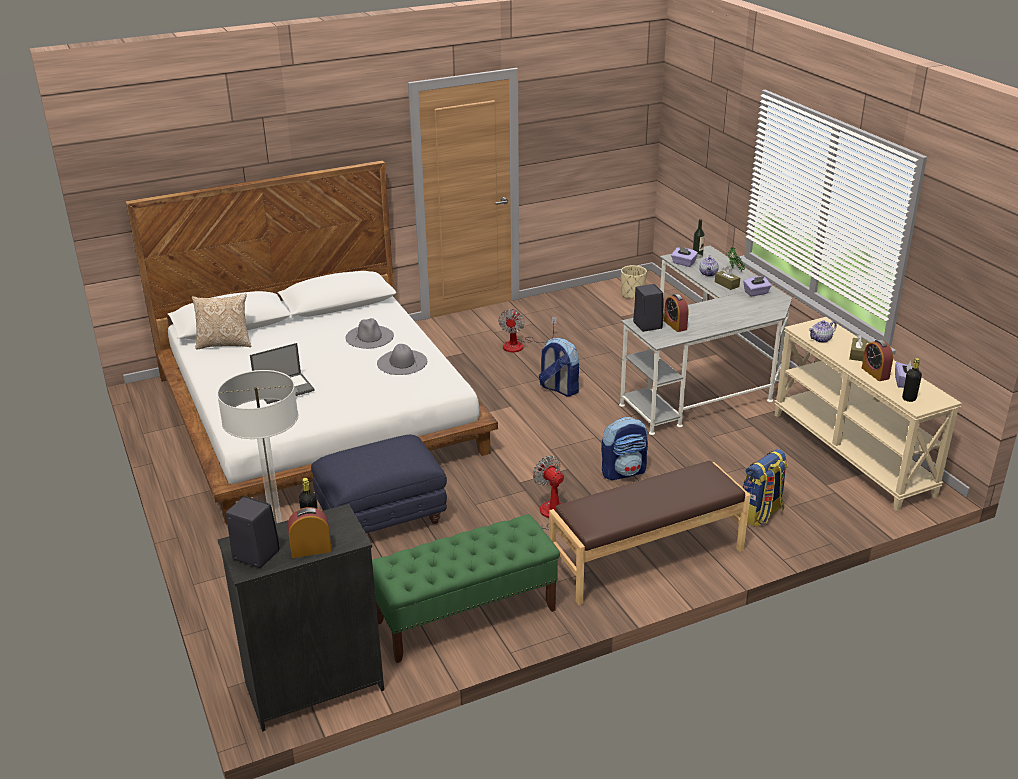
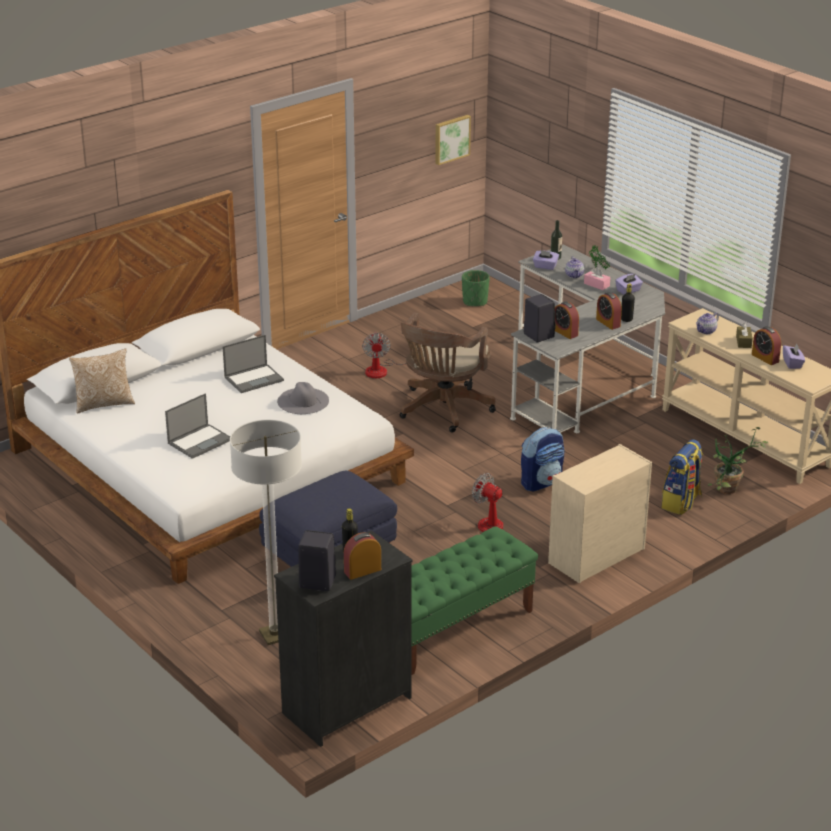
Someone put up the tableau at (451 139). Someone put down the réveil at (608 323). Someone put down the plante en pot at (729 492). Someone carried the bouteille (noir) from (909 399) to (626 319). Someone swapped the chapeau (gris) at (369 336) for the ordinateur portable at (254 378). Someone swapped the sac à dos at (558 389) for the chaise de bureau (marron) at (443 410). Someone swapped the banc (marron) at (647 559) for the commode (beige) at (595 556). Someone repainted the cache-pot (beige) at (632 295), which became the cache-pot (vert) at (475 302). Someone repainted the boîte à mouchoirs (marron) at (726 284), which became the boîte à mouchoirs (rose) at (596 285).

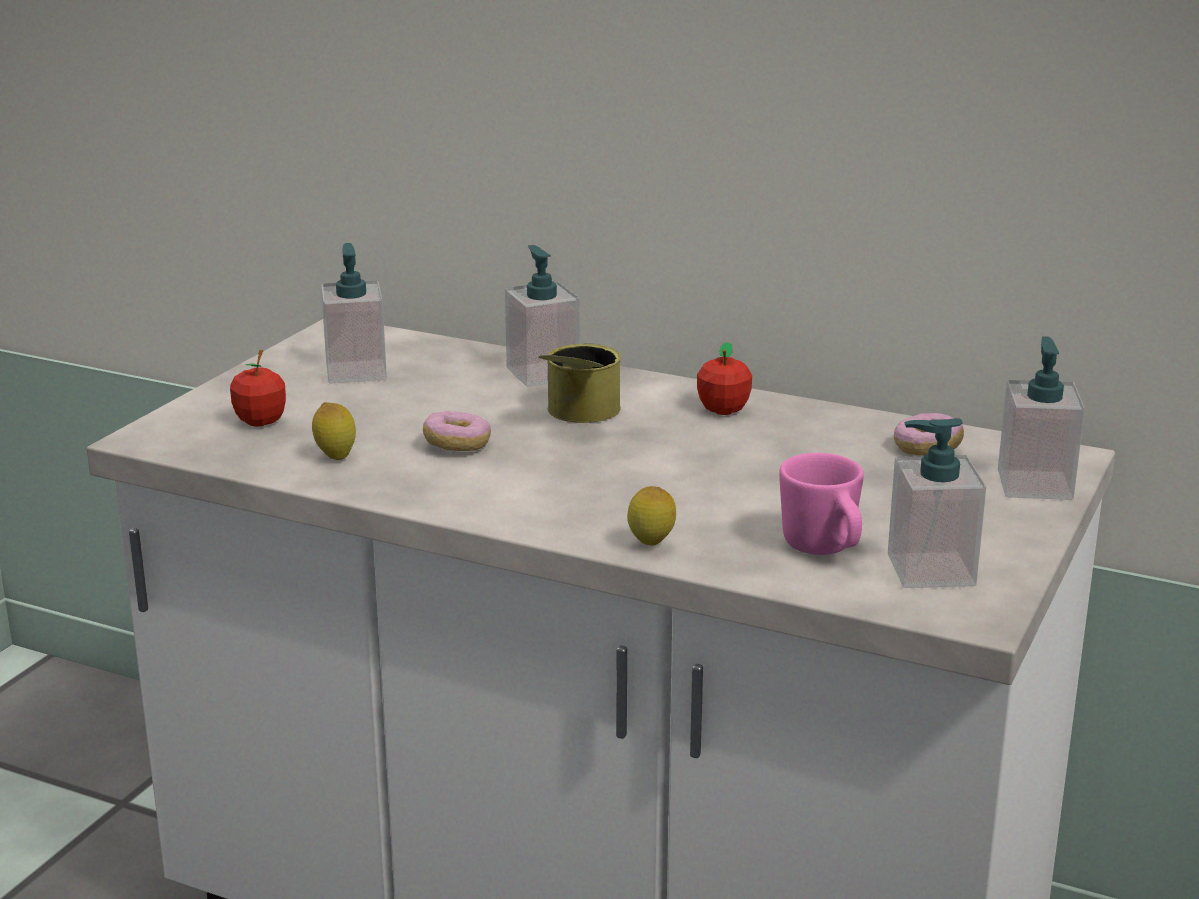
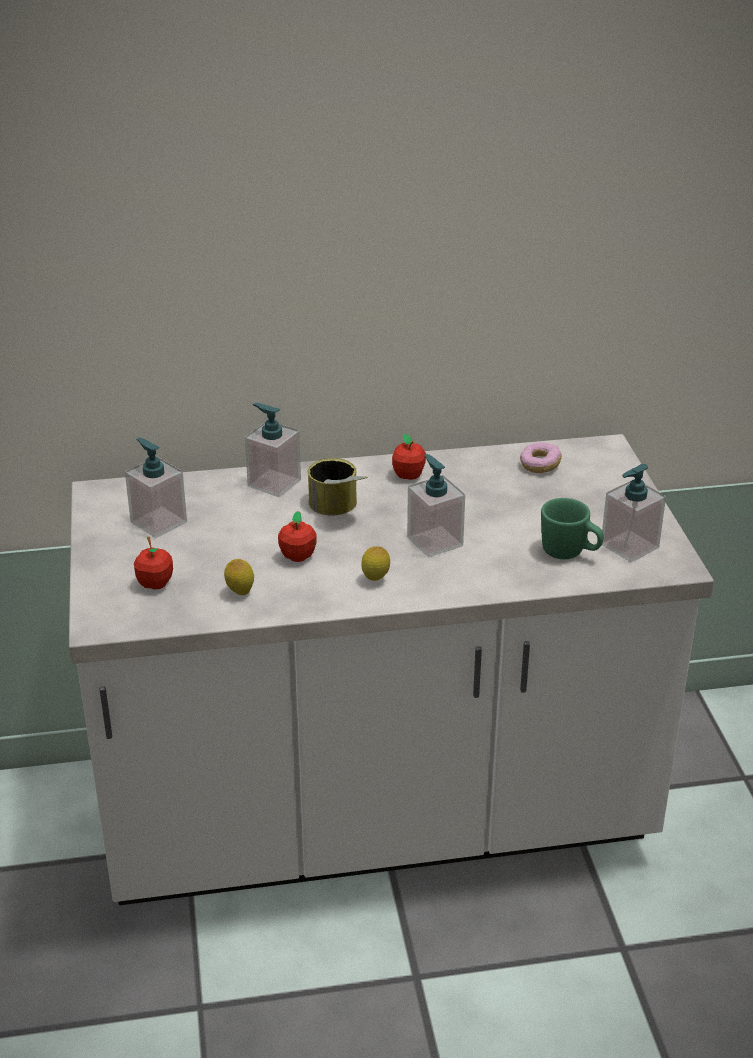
Someone carried the citron from (651 545) to (375 580). Someone carried the distributeur de savon from (1034 484) to (434 541). Someone swapped the beignet at (457 445) for the pomme at (298 556). Someone repainted the mug (rose) at (824 550), which became the mug (vert) at (570 553).

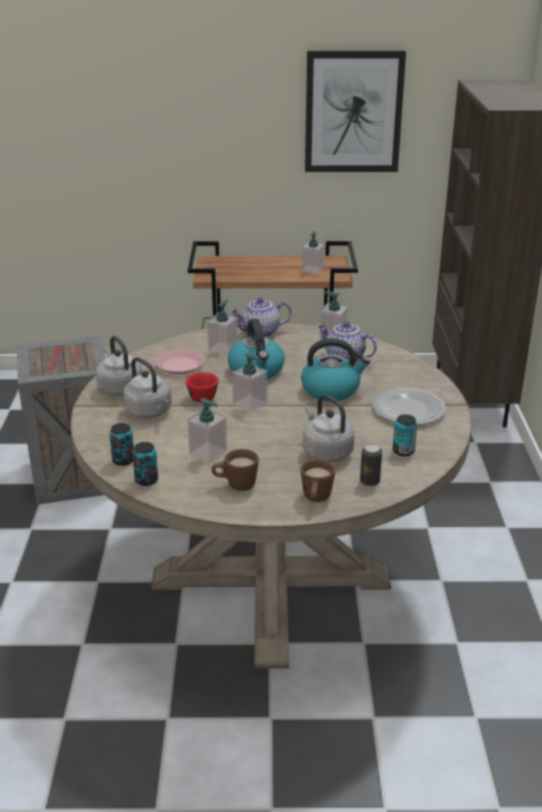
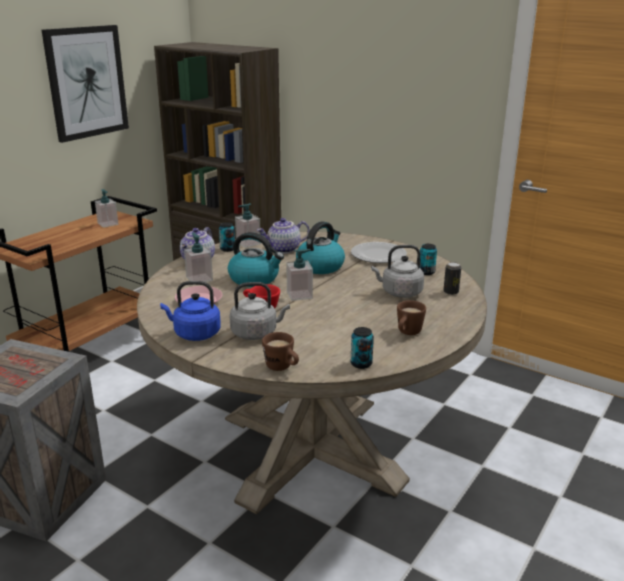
Someone took away the distributeur de savon at (208 452). Someone carried the boîte métallique from (123 460) to (227 249). Someone carried the mug (marron) from (316 499) to (282 368). Someone repainted the bouilloire (gris) at (119 388), which became the bouilloire (bleu) at (194 334).

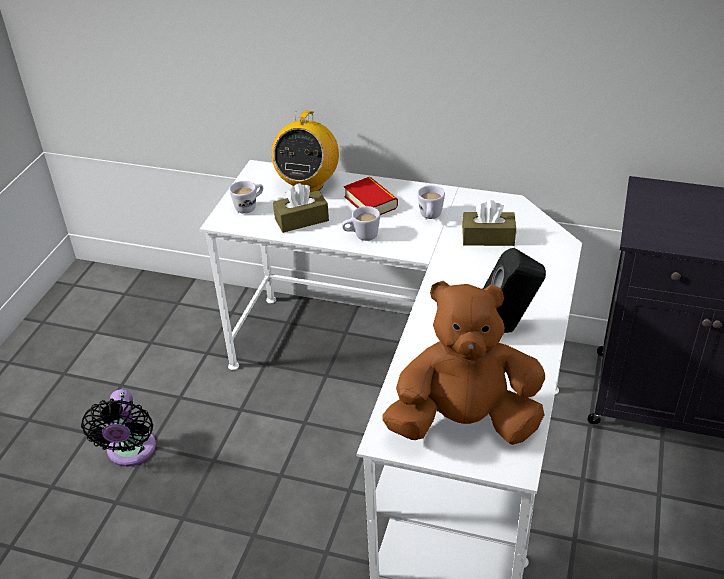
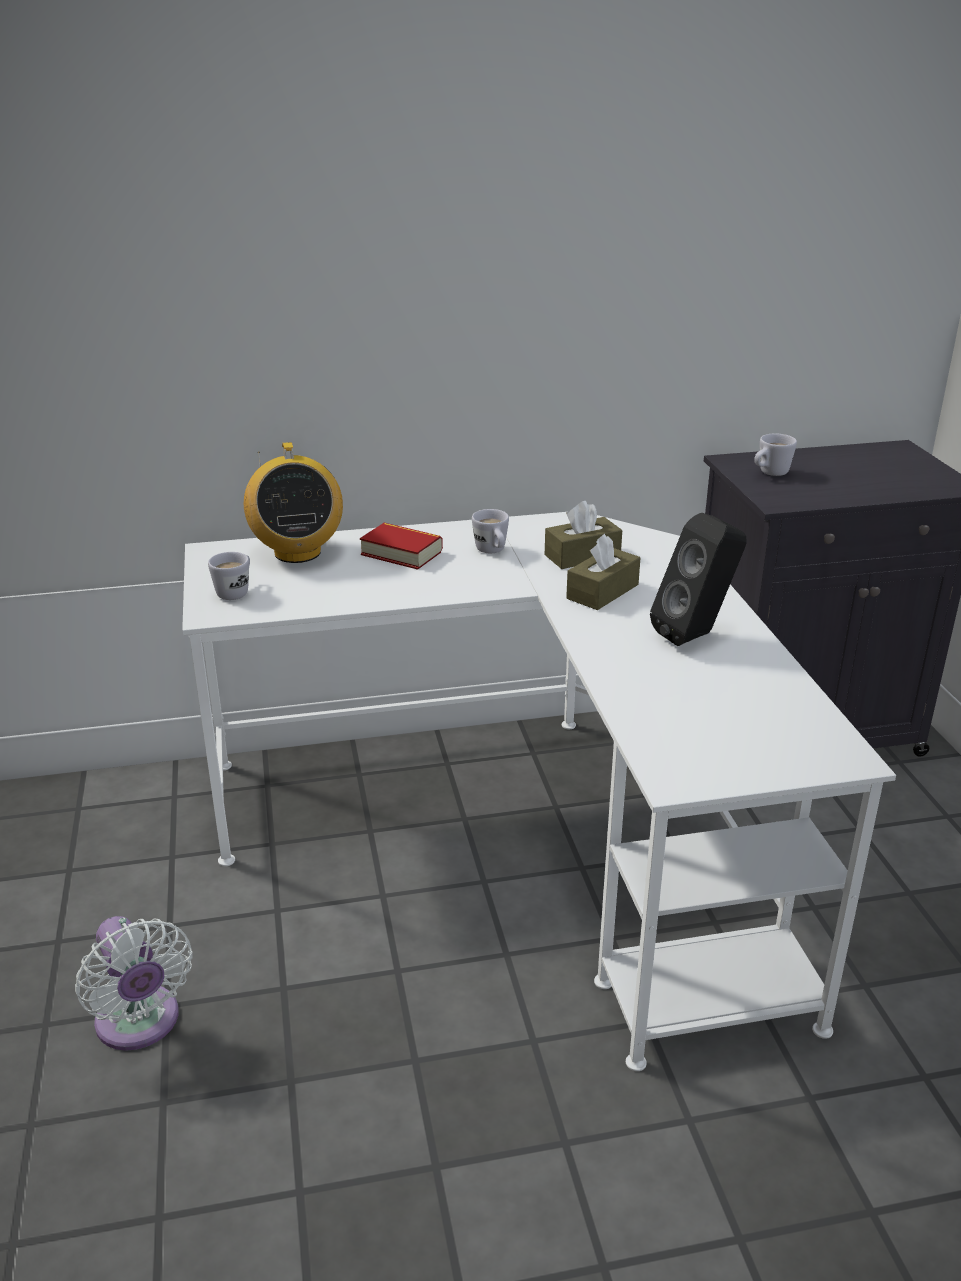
Someone took away the peluche (marron) at (464 422). Someone carried the boîte à mouchoirs (marron) from (301 220) to (602 592). Someone carried the mug (blanc) from (361 236) to (769 473). Someone repainted the ventilateur (noir) at (131 452), which became the ventilateur (blanc) at (140 1024).

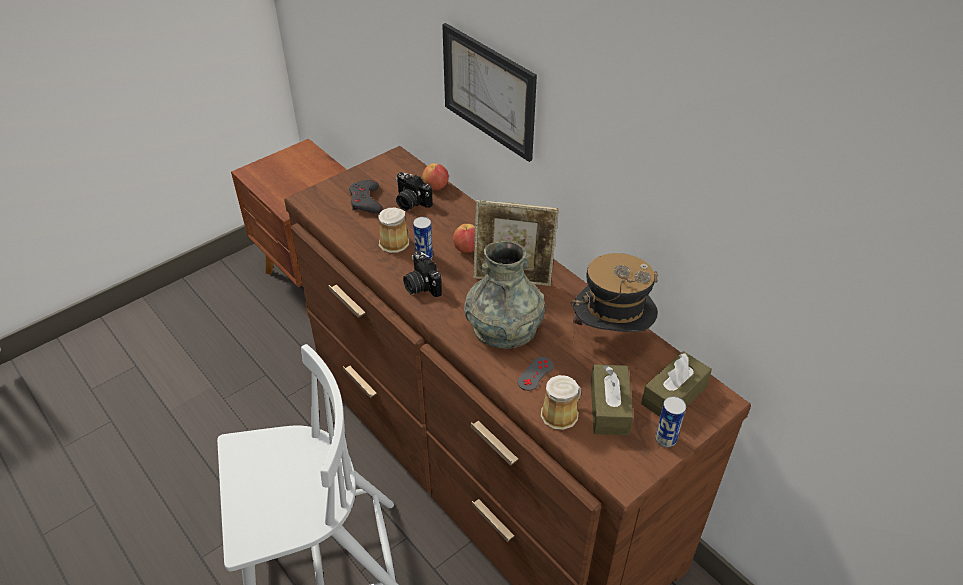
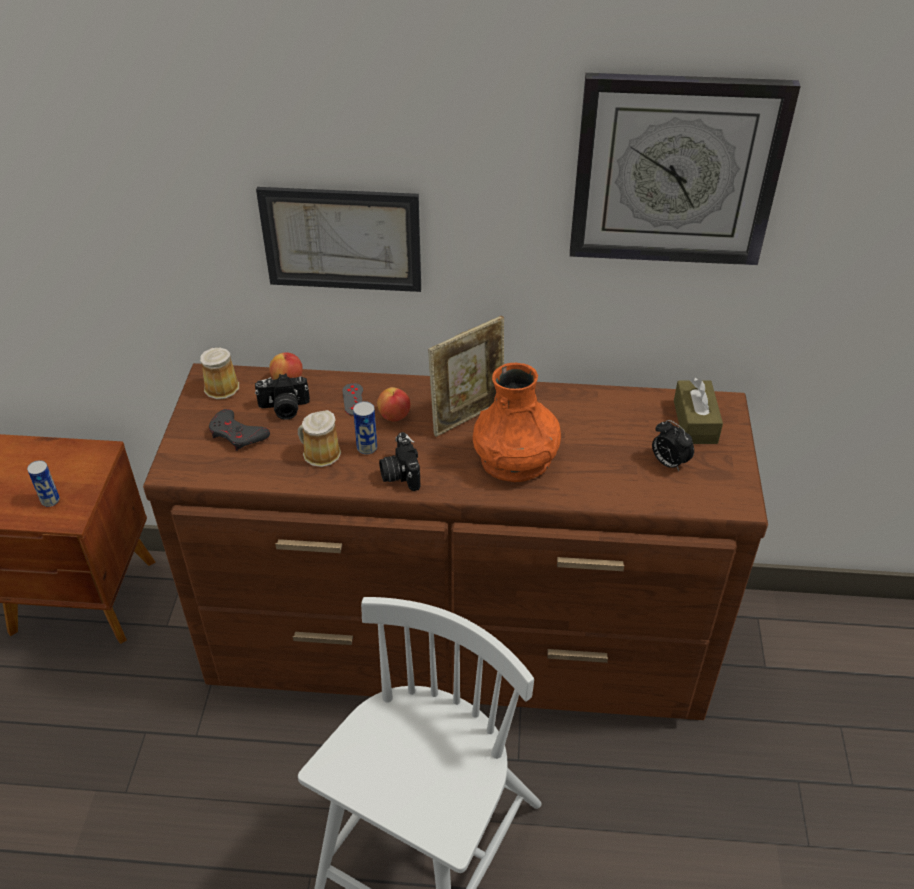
Someone took away the chapeau at (610 336). Someone put up the horloge murale at (675 171). Someone carried the manette (gris) from (535 374) to (354 399). Someone carried the mug from (561 414) to (222 386). Someone carried the boîte métallique from (665 439) to (50 500). Someone swapped the boîte à mouchoirs (marron) at (609 408) for the réveil at (668 463). Someone repainted the vase (gris) at (504 328), which became the vase (orange) at (516 459). Someone rotated the appareil photo at (421 285) by 60 degrees clockwise.

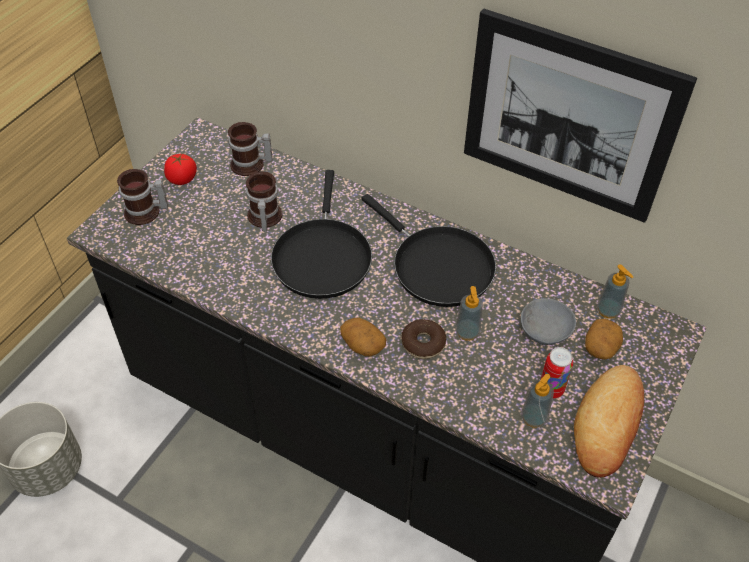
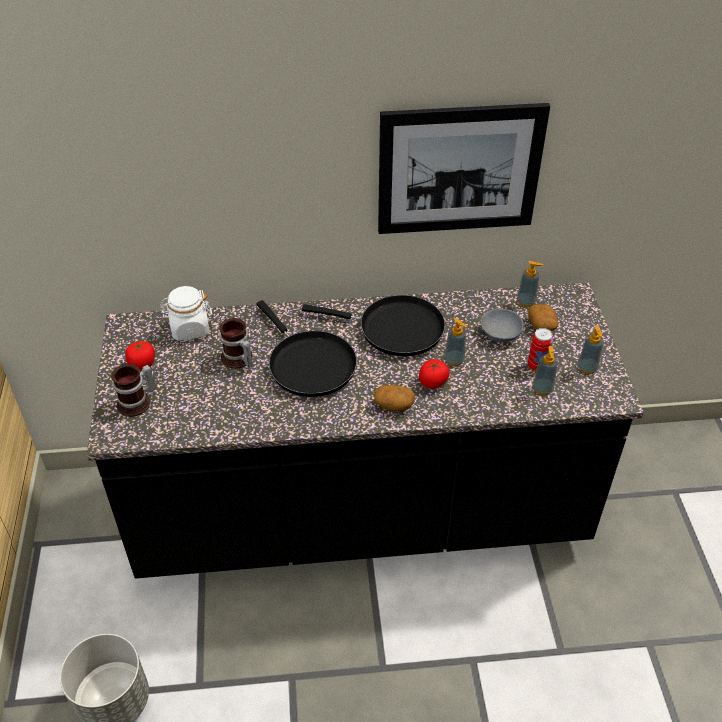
Someone swapped the mug at (250 165) for the bocal (blanc) at (189 328). Someone swapped the beignet at (423 343) for the tomate at (433 382). Someone swapped the pain at (608 424) for the distributeur de savon at (587 368).

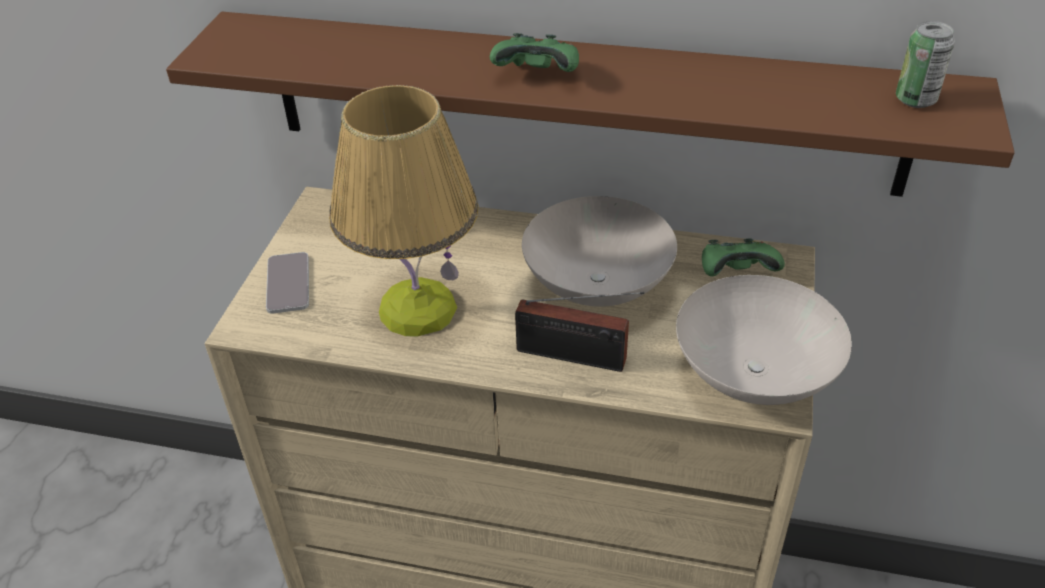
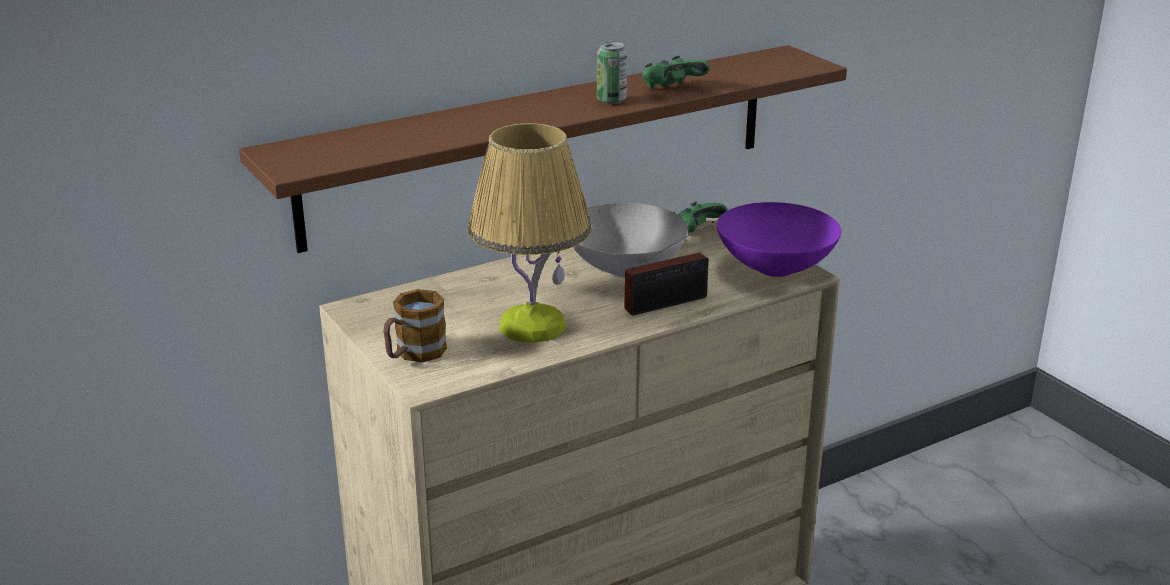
Someone carried the manette (vert) from (538 75) to (672 89). Someone carried the boîte métallique from (915 99) to (611 100). Someone swapped the téléphone at (288 284) for the mug at (414 354). Someone repainted the bol (blanc) at (757 377), which became the bol (violet) at (777 268).

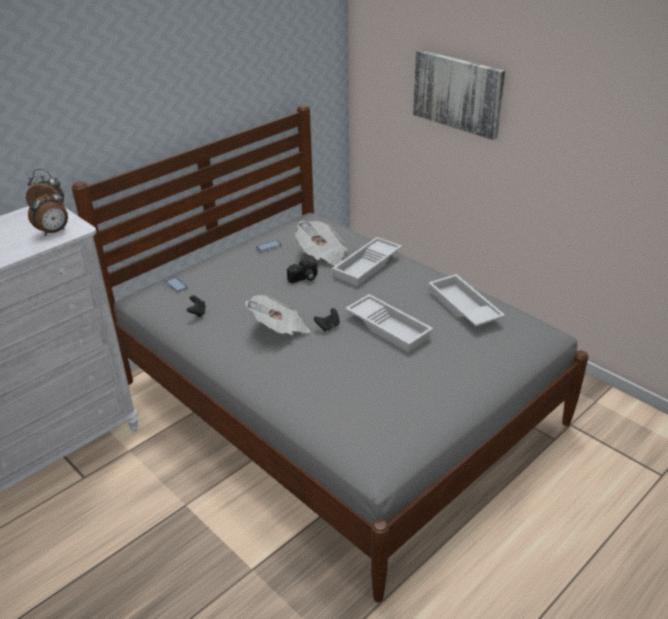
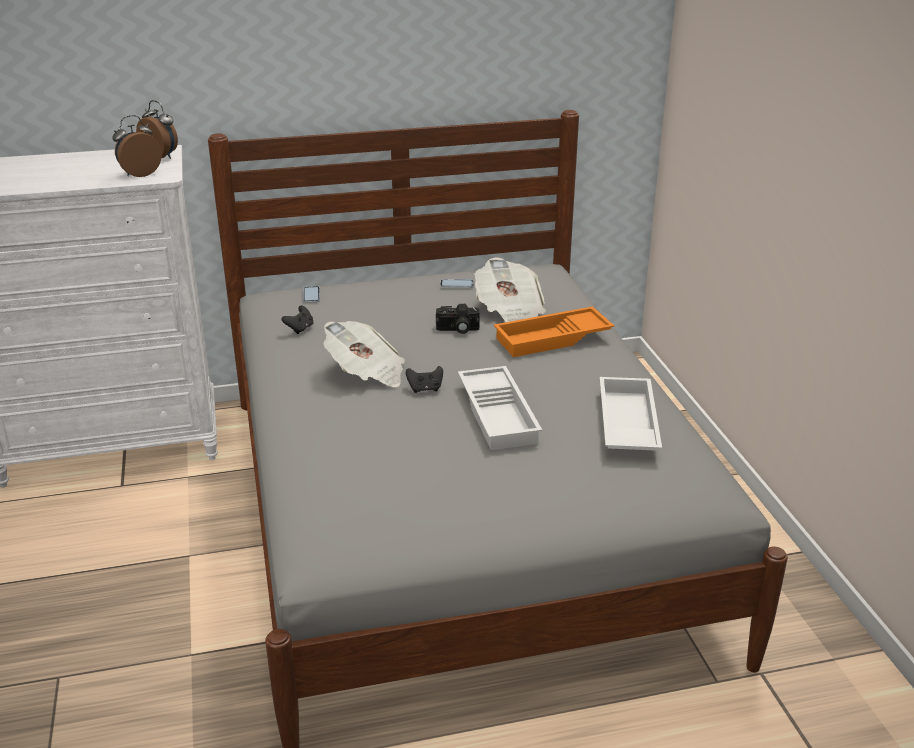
Someone took away the tableau at (458 93). Someone repainted the plateau (blanc) at (368 266), which became the plateau (orange) at (552 339). Someone rotated the réveil at (54 232) by 150 degrees clockwise.

